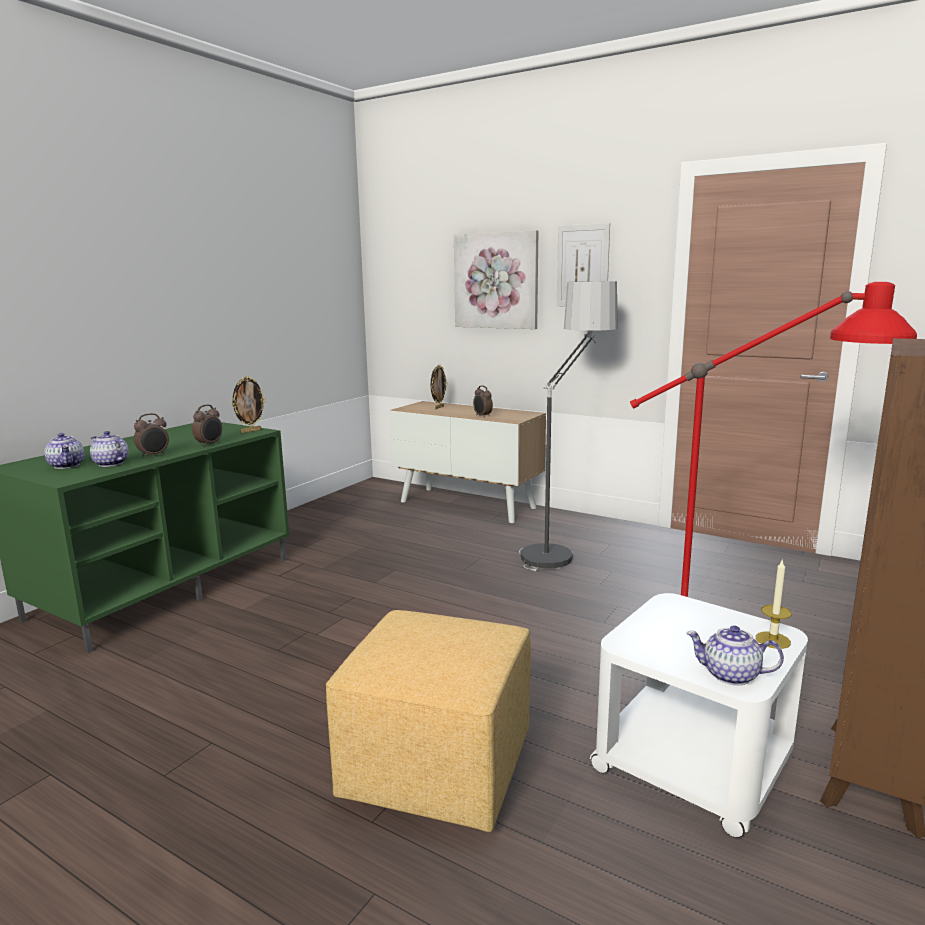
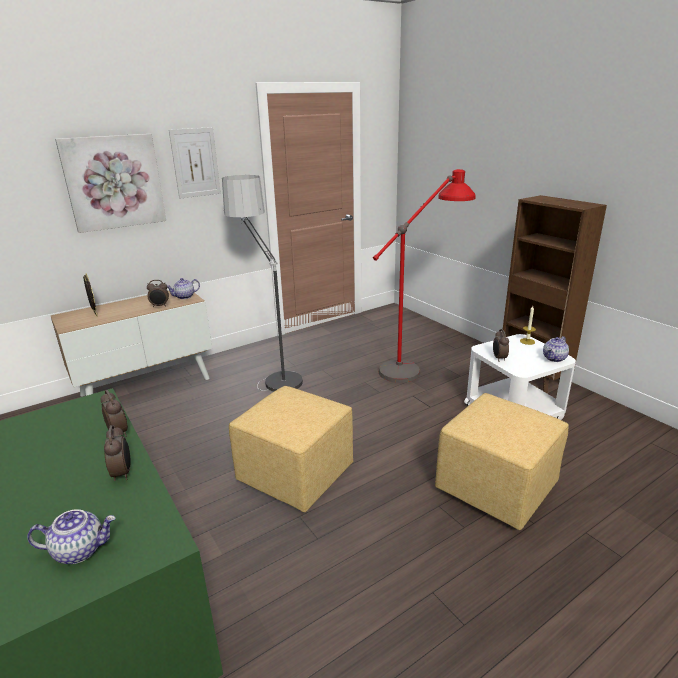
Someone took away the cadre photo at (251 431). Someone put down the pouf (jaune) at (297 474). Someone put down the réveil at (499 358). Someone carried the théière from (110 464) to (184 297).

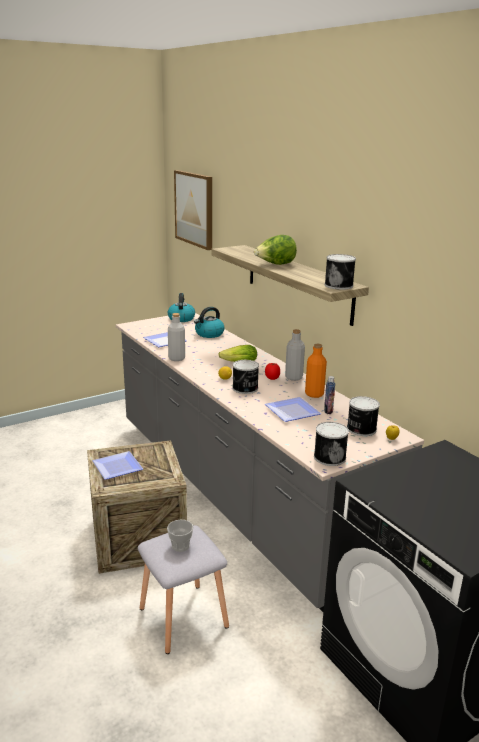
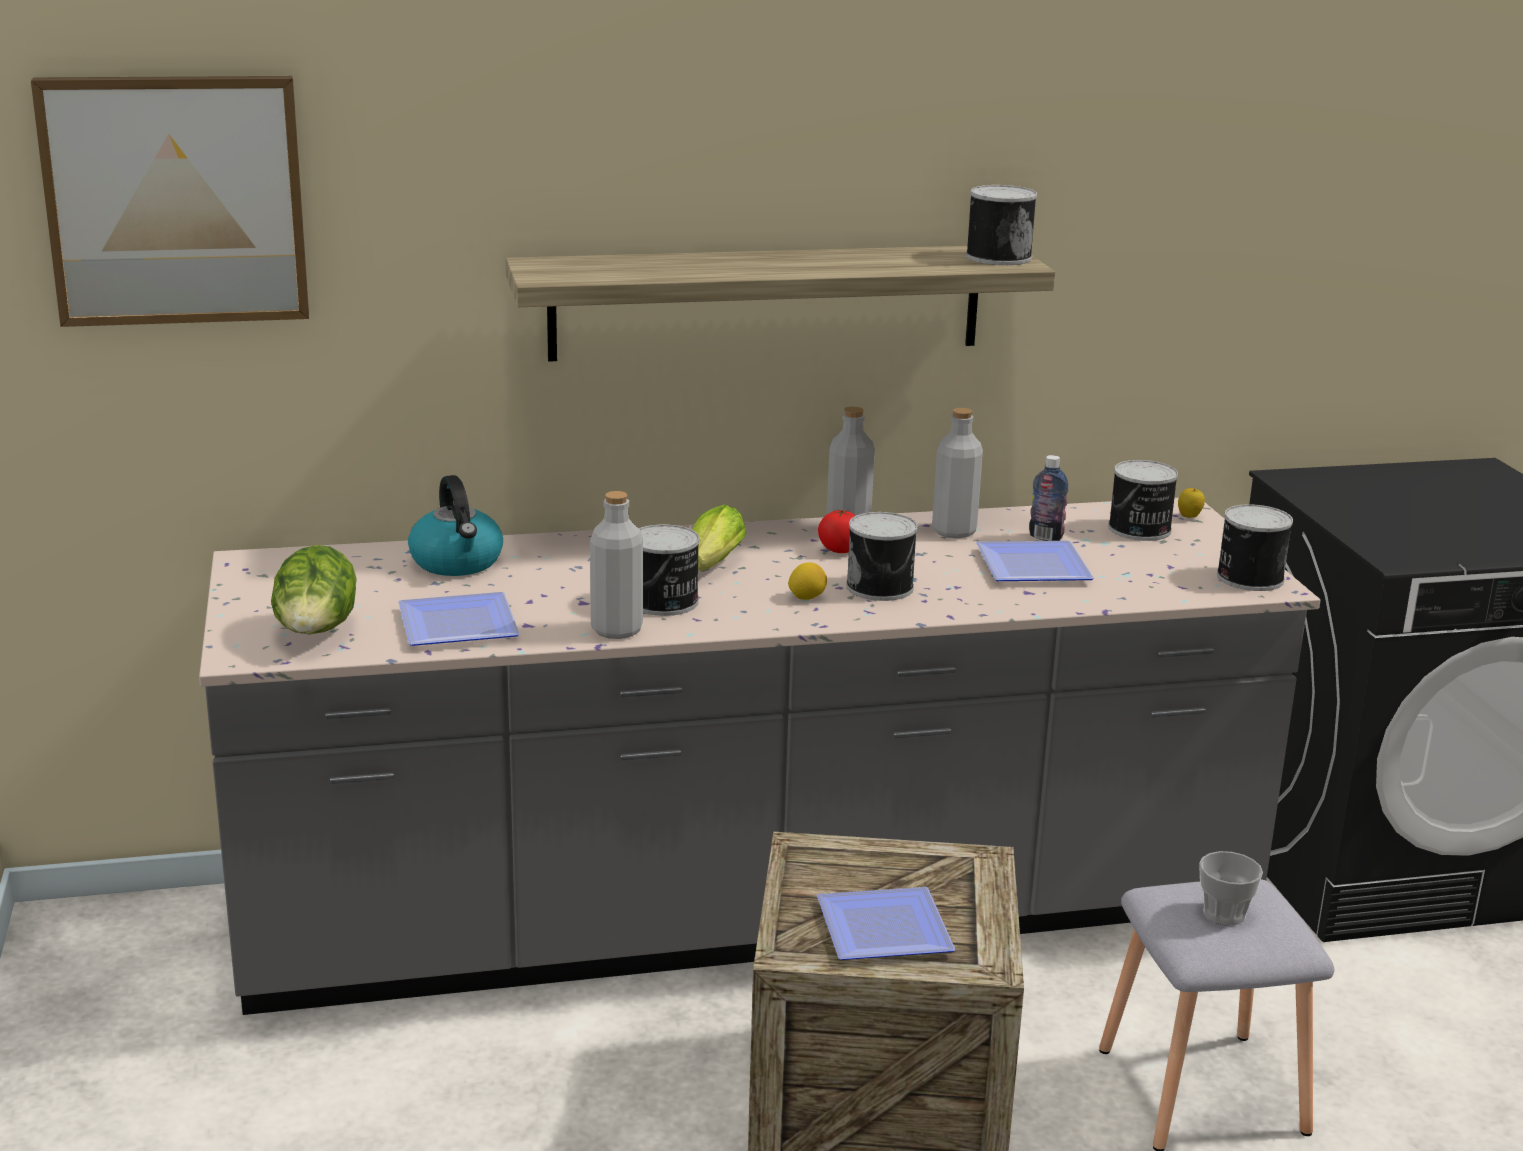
Someone took away the bouilloire at (181 318). Someone put down the boîte métallique at (664 602). Someone carried the laitue from (275 265) to (316 634). Someone repainted the bouteille (orange) at (314 394), which became the bouteille (gris) at (954 531).

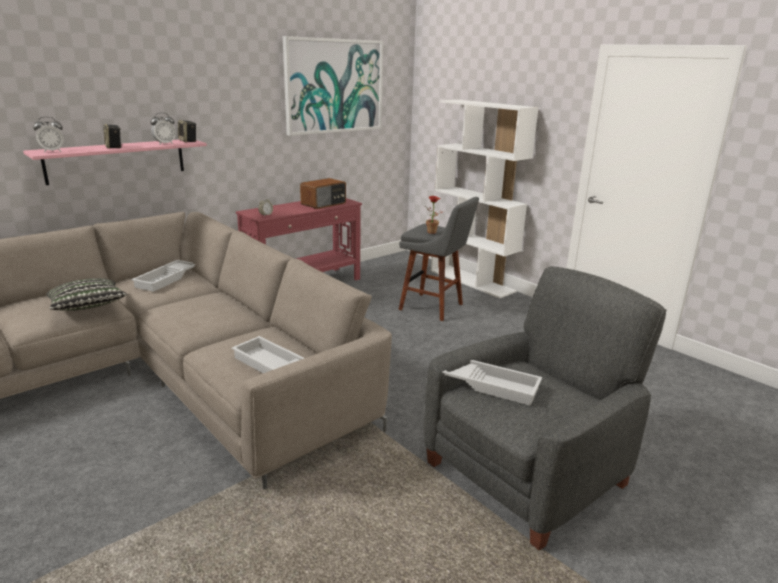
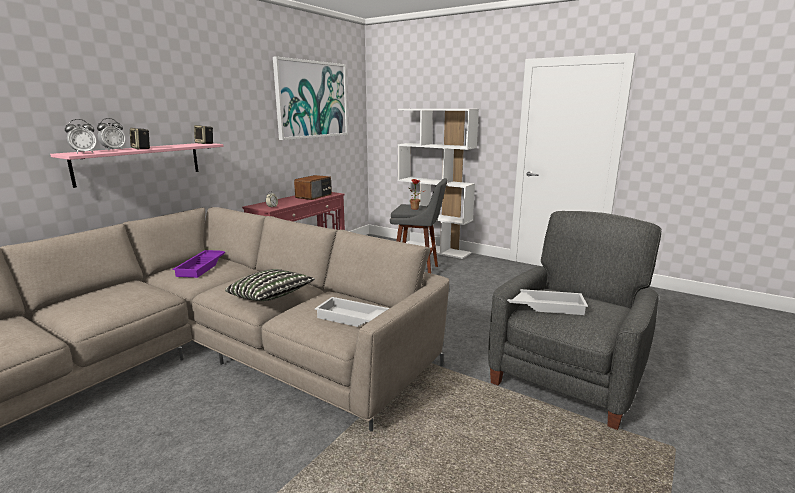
Someone carried the coussin from (87 307) to (270 297). Someone carried the réveil from (165 144) to (113 149). Someone repainted the plateau (blanc) at (166 279), which became the plateau (violet) at (202 267).

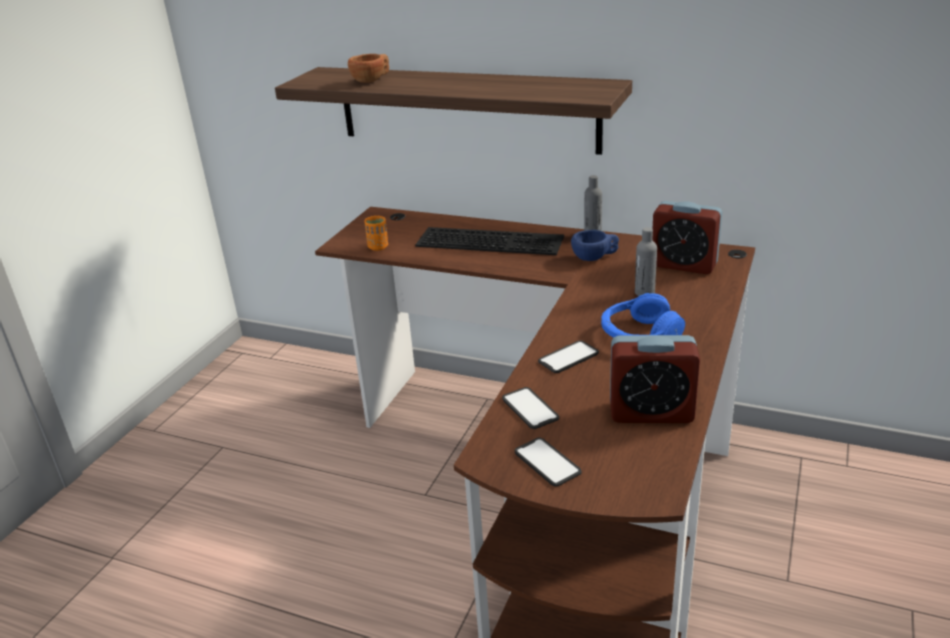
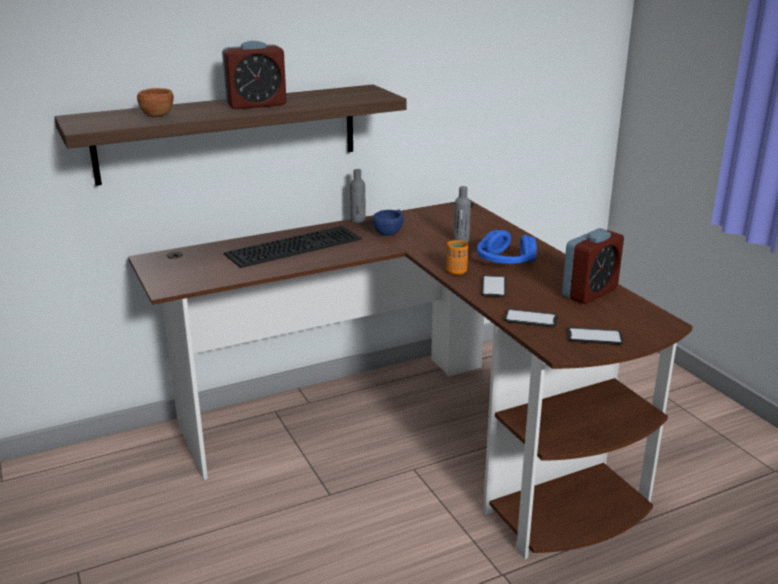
Someone carried the tasse (orange) from (378 247) to (456 271). Someone carried the réveil from (683 265) to (256 105).

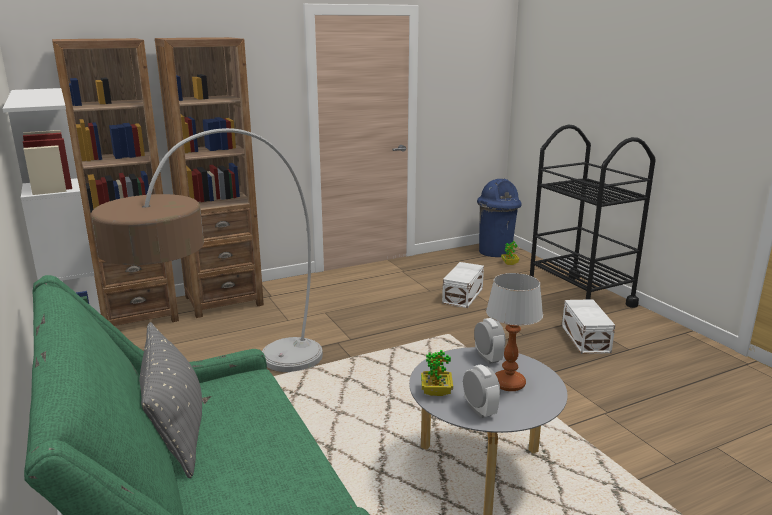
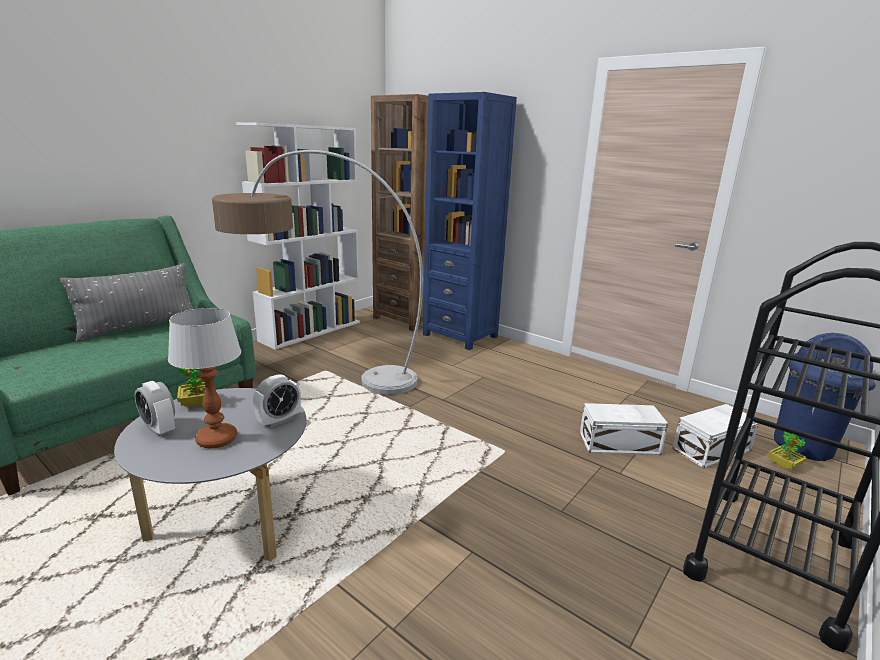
Someone carried the boîte de rangement (blanc) from (586 338) to (713 450). Someone repainted the bibliothèque (marron) at (224 301), which became the bibliothèque (bleu) at (460 335). Someone rotated the réveil at (479 410) by 90 degrees clockwise.

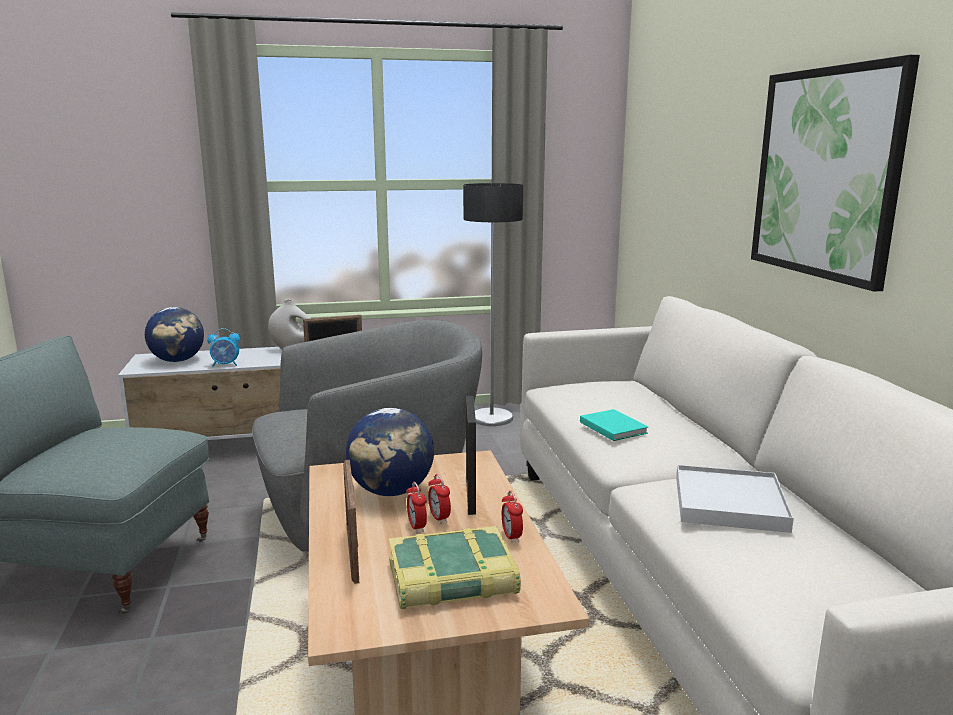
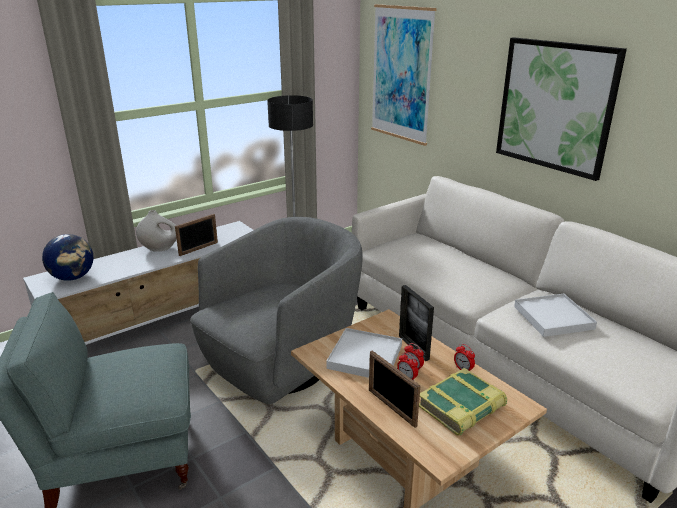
Someone took away the réveil at (225 365). Someone took away the livre (turquoise) at (613 427). Someone put up the tableau at (401 74). Someone swapped the globe at (391 491) for the plateau (blanc) at (365 357).

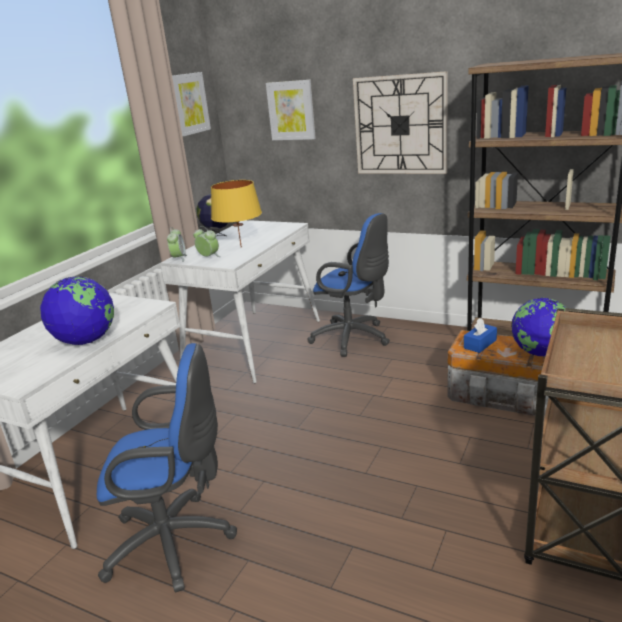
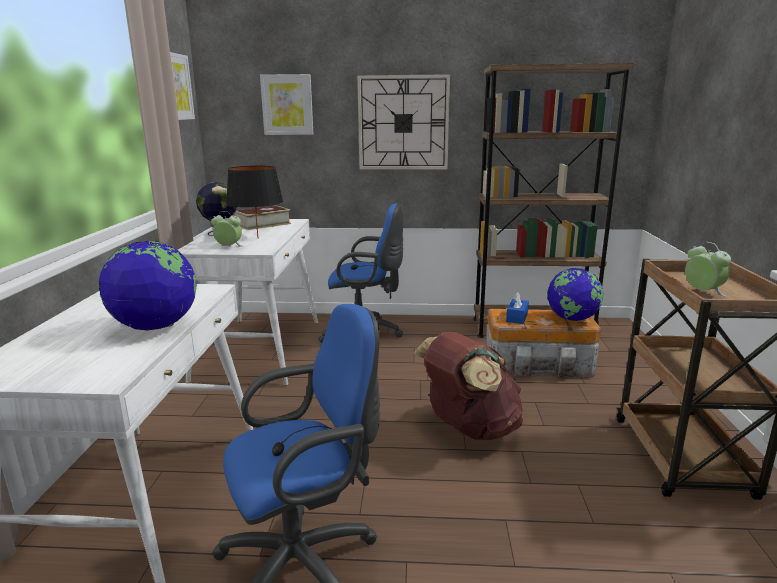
Someone put down the livre at (262 224). Someone put down the sac à dos (marron) at (469 429). Someone carried the réveil from (179 258) to (702 292). Someone repainted the lampe de table (jaune) at (241 247), which became the lampe de table (noir) at (258 238).

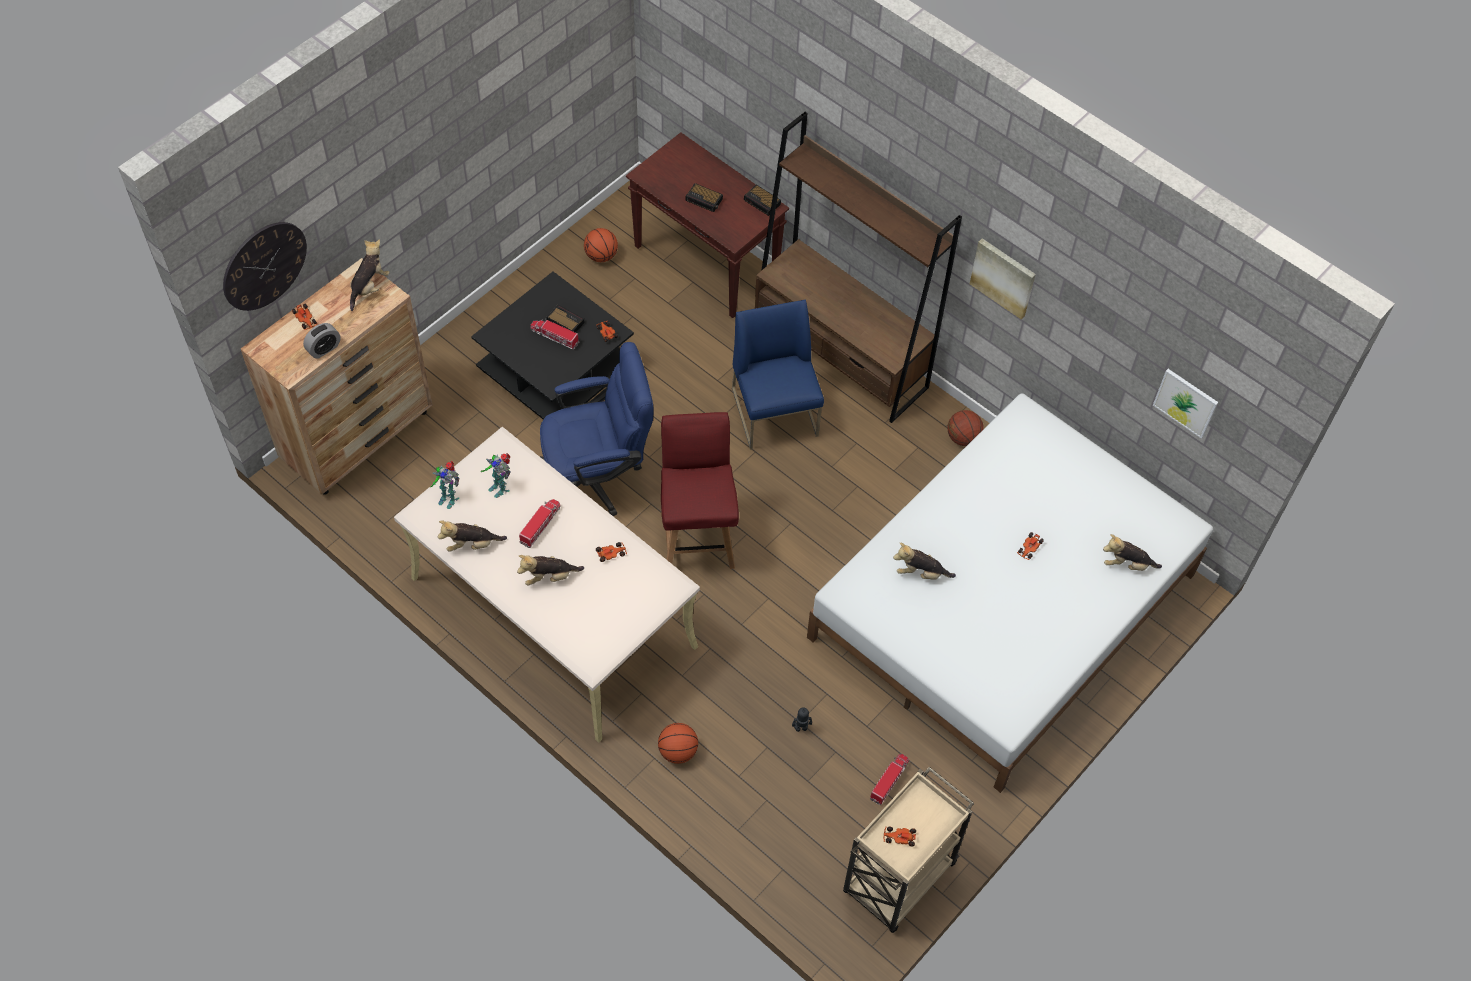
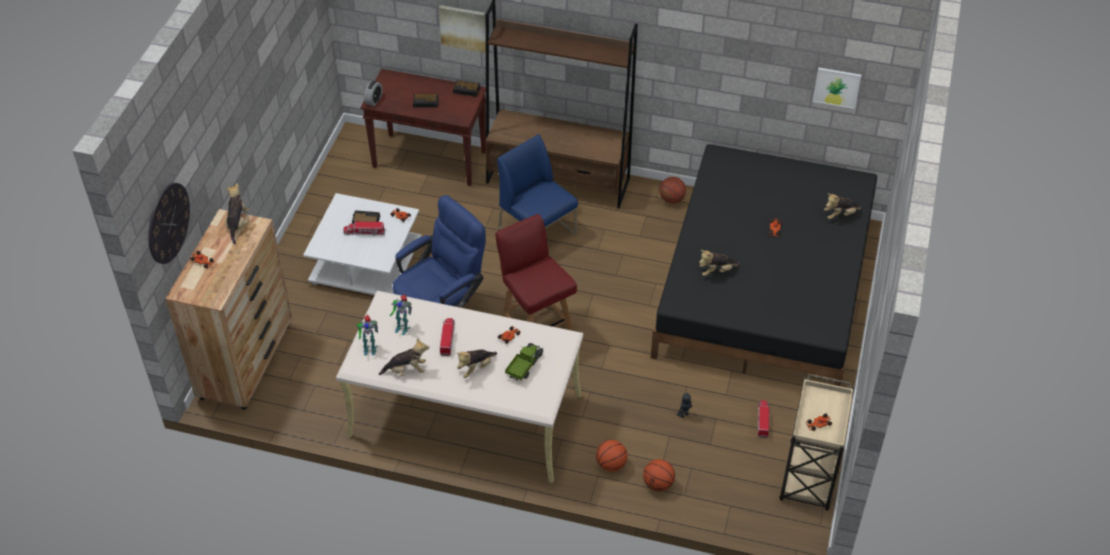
Someone put down the camion jouet at (524 366). Someone carried the réveil from (324 349) to (374 100). Someone carried the ballon de basket from (601 256) to (658 484). Someone carried the tableau from (1003 277) to (463 27). Someone repainted the table basse (noir) at (556 370), which became the table basse (blanc) at (367 264). Someone repainted the lit (blanc) at (1003 606), which became the lit (noir) at (764 287). Someone rotated the peluche at (472 544) by 150 degrees counterclockwise.

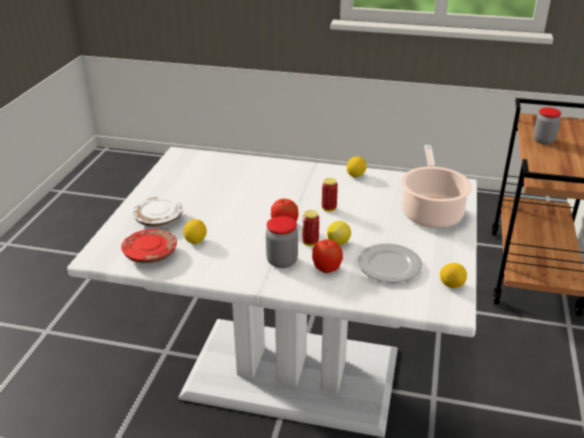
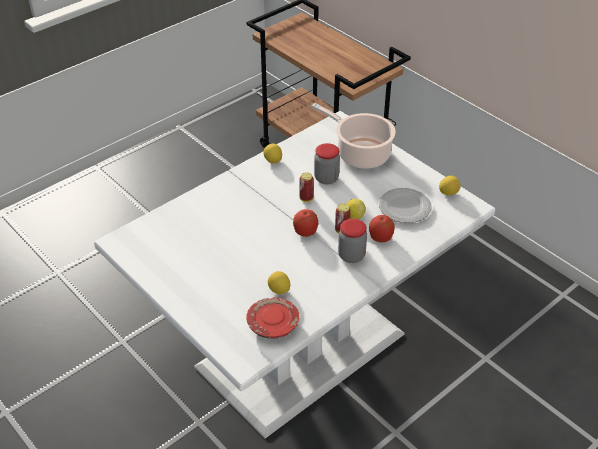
Someone took away the assiette (blanc) at (159 219). Someone carried the bocal from (543 140) to (326 178).

